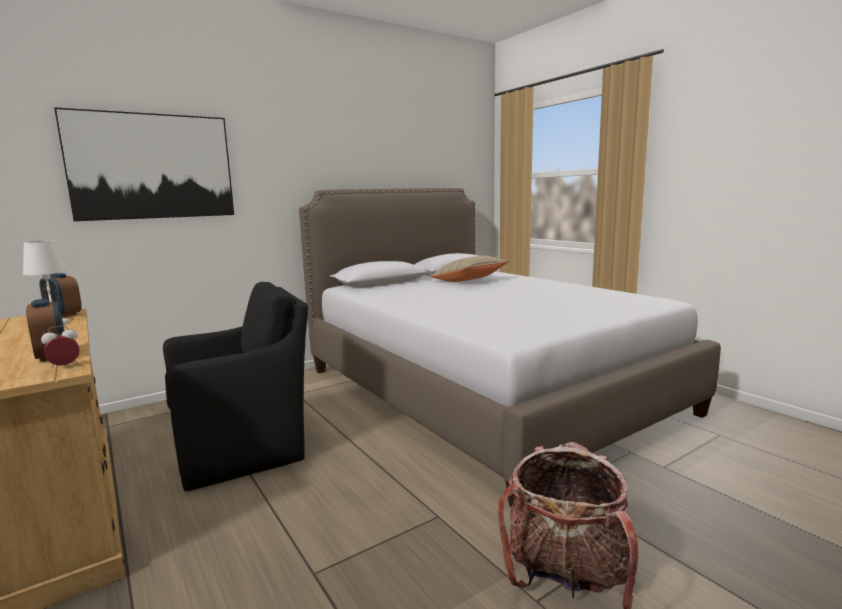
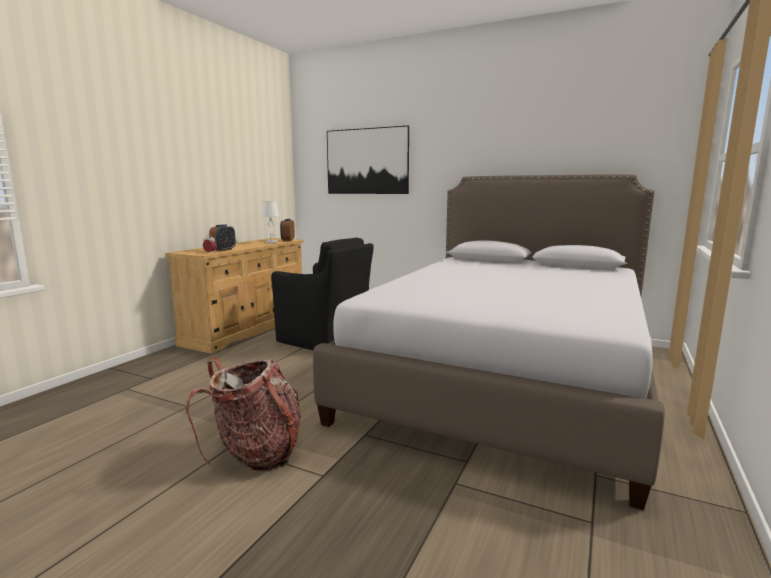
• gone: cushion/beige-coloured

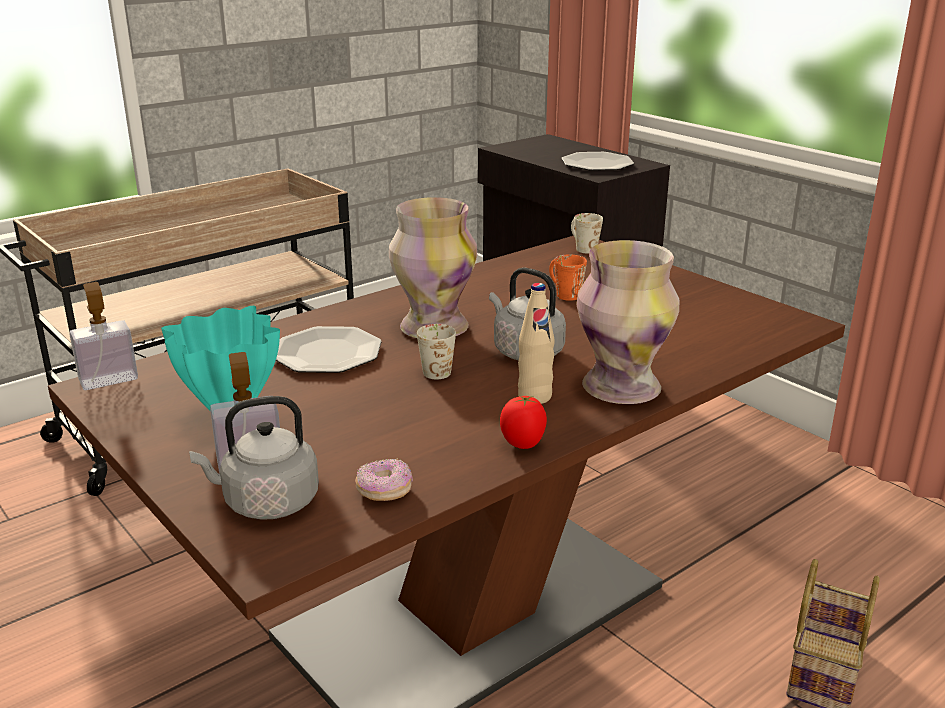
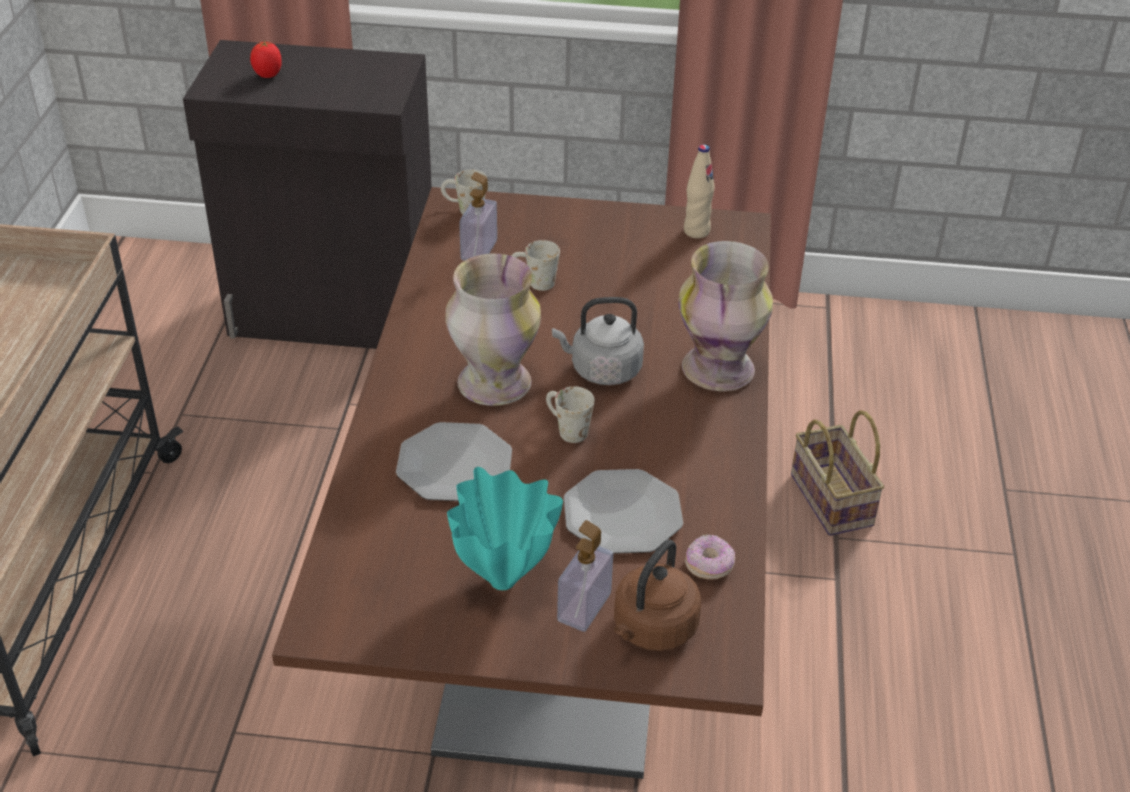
• shifted: soap dispenser (no. 1 from left)
• repainted: tea kettle/gray (no. 1 from left) to tea kettle/brown-coloured
• shifted: whole tomato
• shifted: bottle/beige-coloured
• repainted: coffee mug/orangey to coffee mug/white (no. 2 from left)
• shifted: flat dish (no. 2 from left)

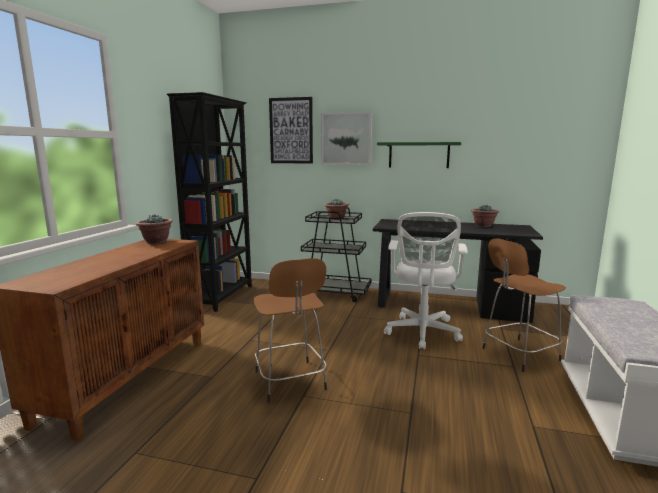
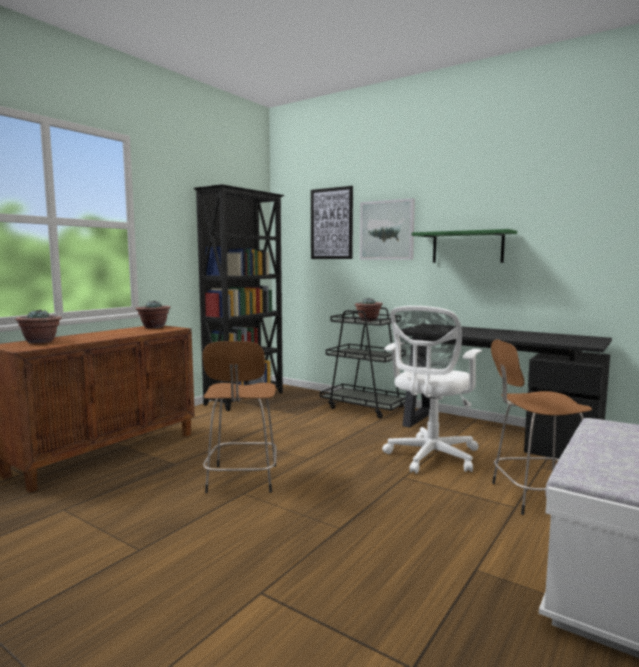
• shifted: plant in a pot (no. 3 from left in the first image) to plant in a pot (no. 1 from left)

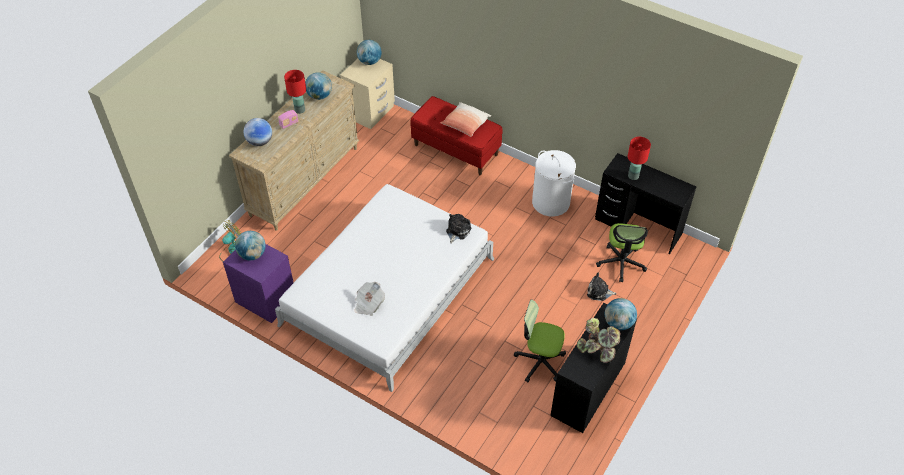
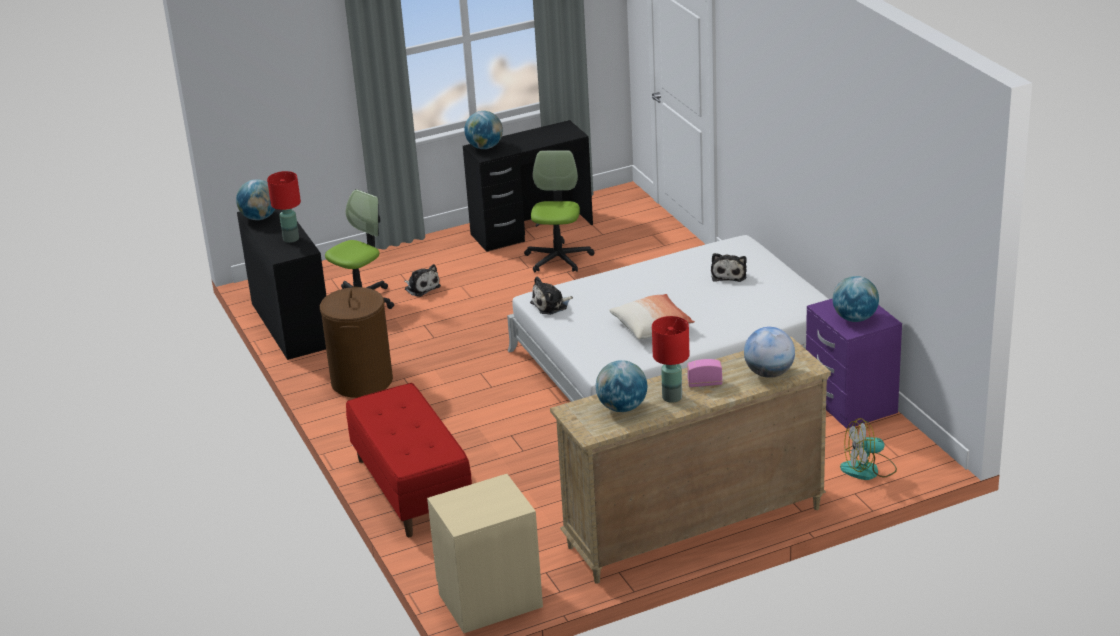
• swapped: newspaper to plush toy (no. 3 from left)
• shifted: globe (no. 4 from left in the first image) to globe (no. 1 from left)
• shifted: cushion
• rotated: desk chair (no. 1 from left in the first image) 135 degrees counterclockwise
• repainted: hamper/white to hamper/brown-coloured
• gone: plant in a pot

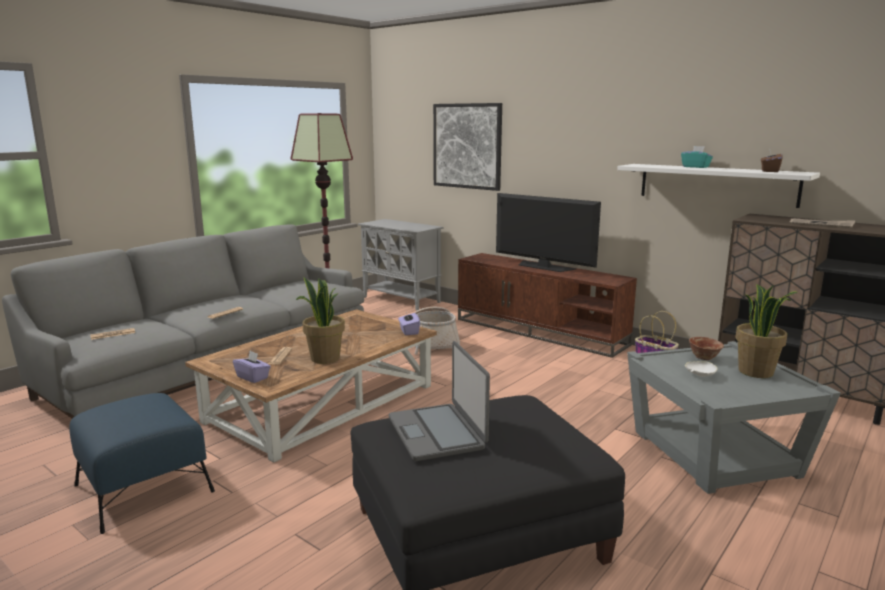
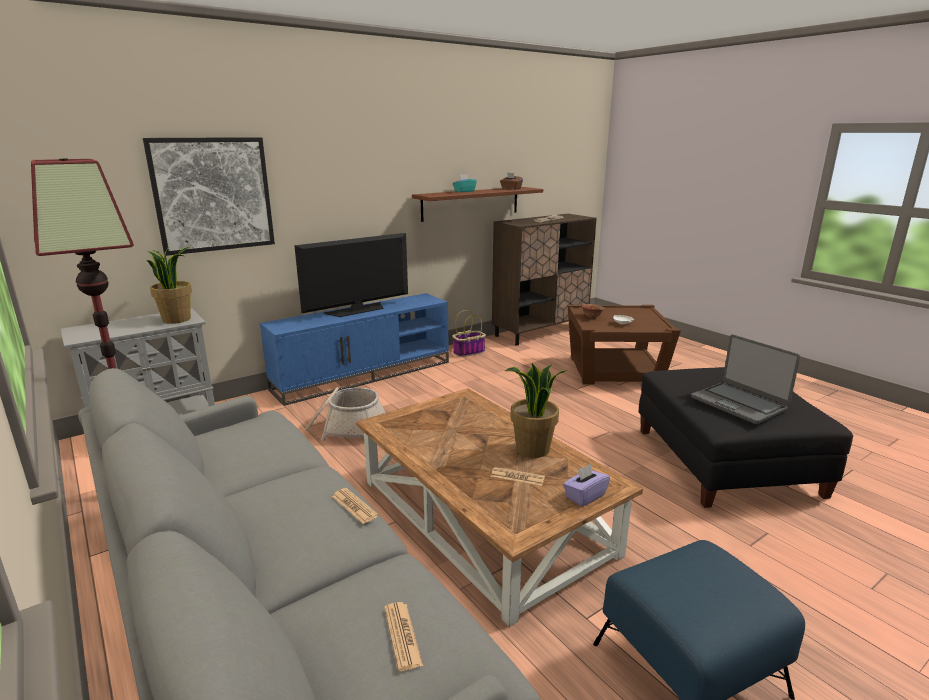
• rotated: portable computer 60 degrees clockwise
• gone: tissue holder/purple-coloured (no. 2 from left)
• repainted: tv unit/brown-coloured to tv unit/bluish
• repainted: shelf/white to shelf/brown-coloured
• repainted: accent table/gray to accent table/brown-coloured
• shifted: plant in a pot (no. 2 from left in the first image) to plant in a pot (no. 1 from left)

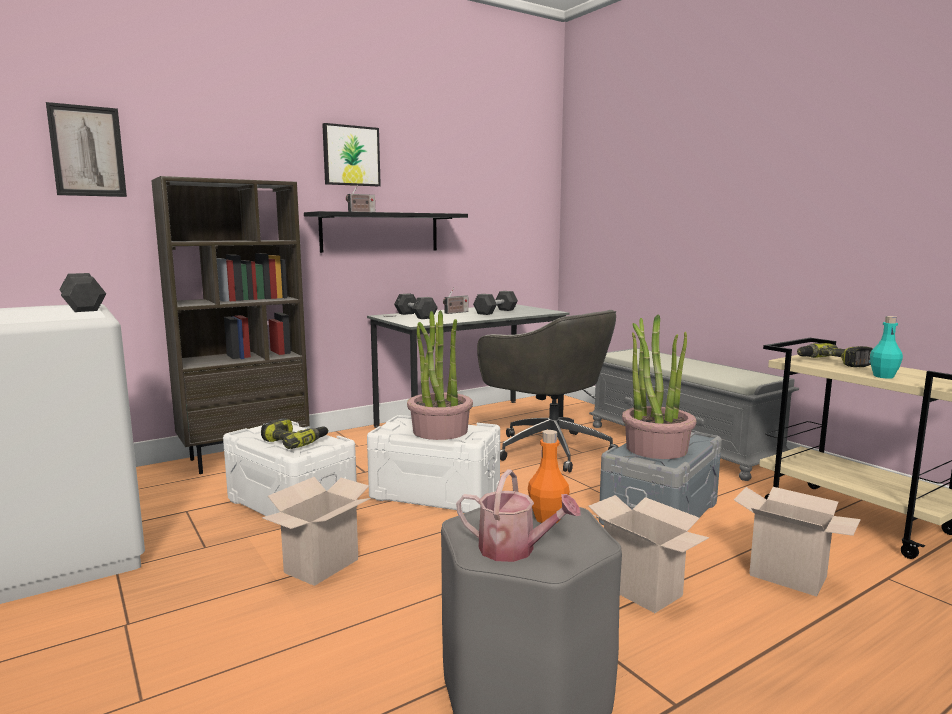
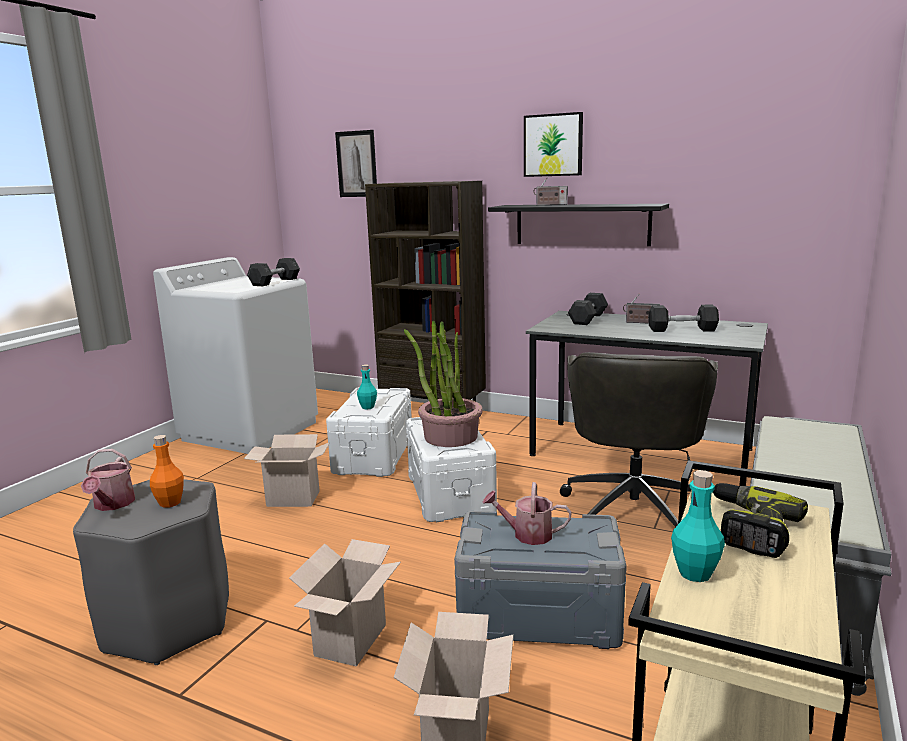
• swapped: power drill (no. 1 from left) to bottle/turquoise-coloured (no. 1 from left)
• swapped: plant in a pot (no. 2 from left) to sprinkling can (no. 2 from left)

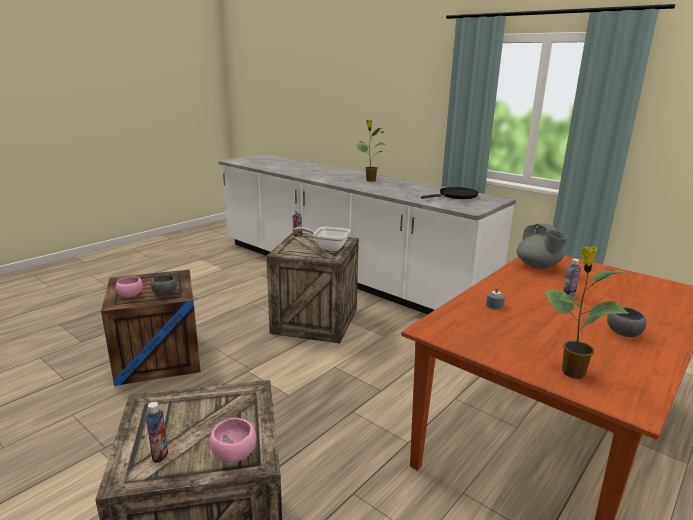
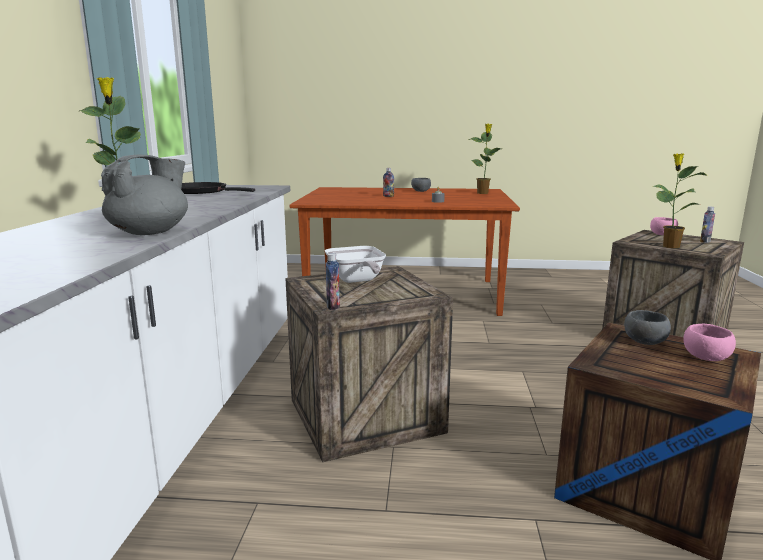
• shifted: tea pot/gray
• new: plant in a pot (no. 3 from left)

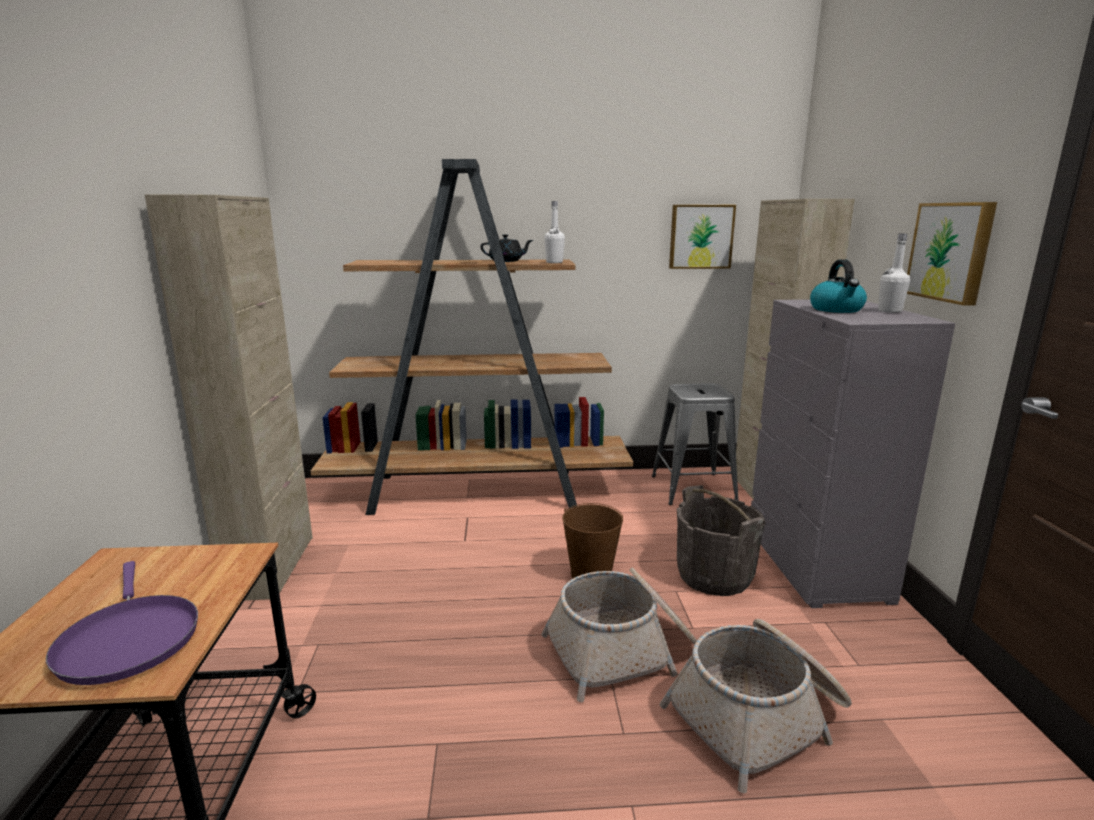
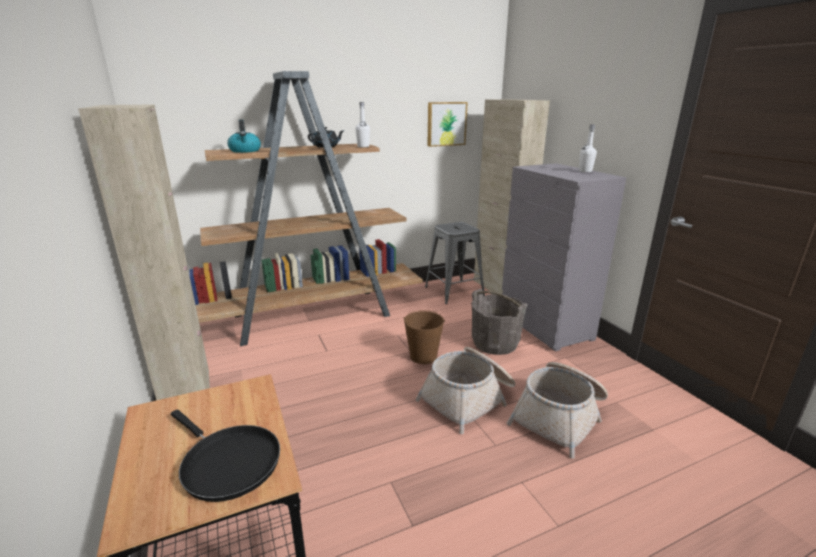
• repainted: frying pan/purple-coloured to frying pan/black-coloured
• shifted: tea kettle
• gone: wall picture (no. 2 from left)

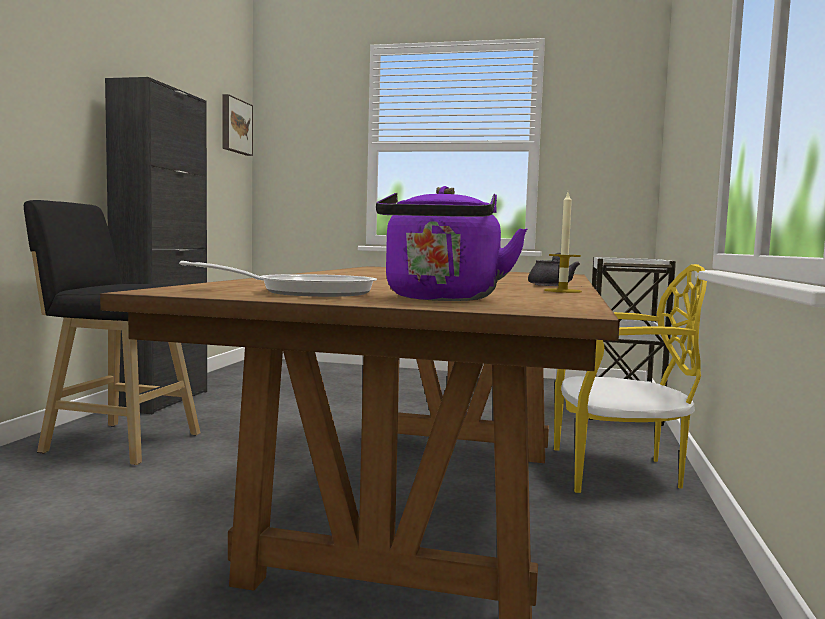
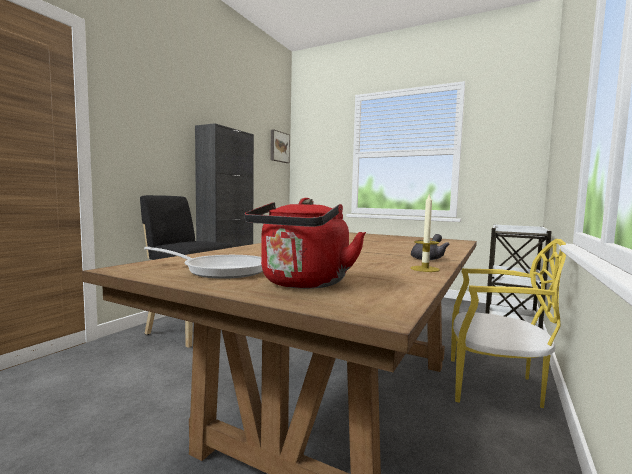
• repainted: tea kettle/purple-coloured to tea kettle/red

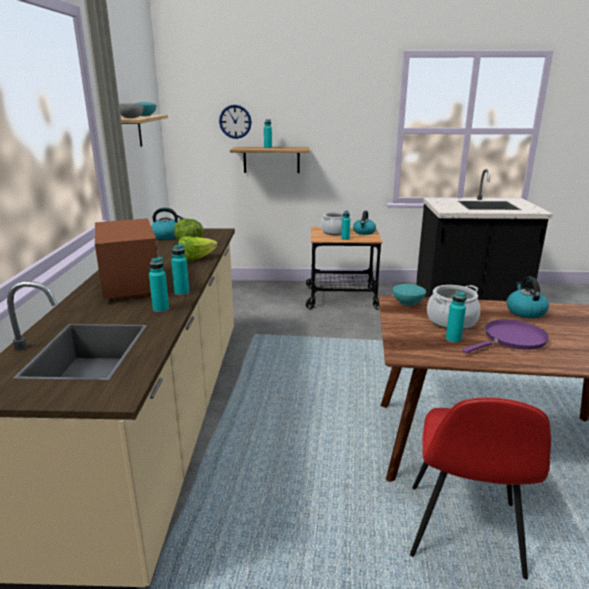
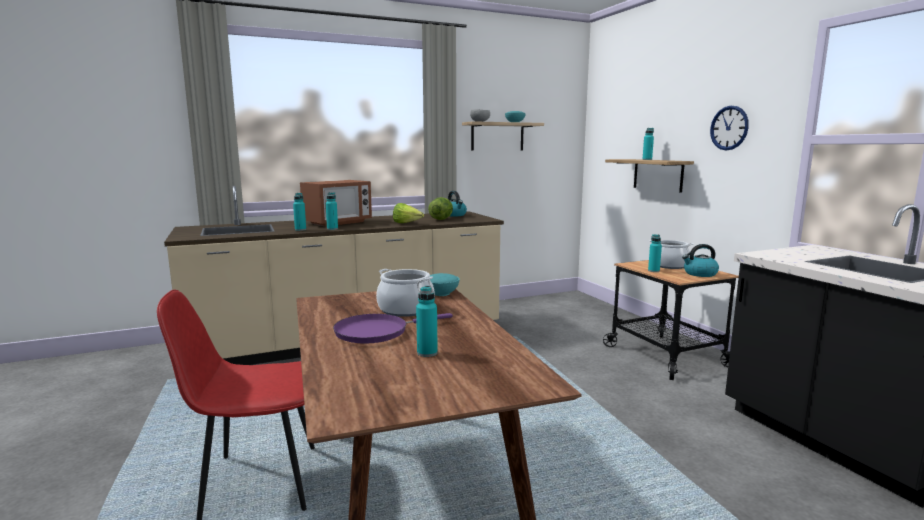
• shifted: clock on the wall
• shifted: bottle/turquoise-coloured (no. 5 from left in the first image) to bottle/turquoise-coloured (no. 3 from left)
• rotated: frying pan/purple-coloured 120 degrees clockwise
• gone: tea kettle (no. 3 from left)

